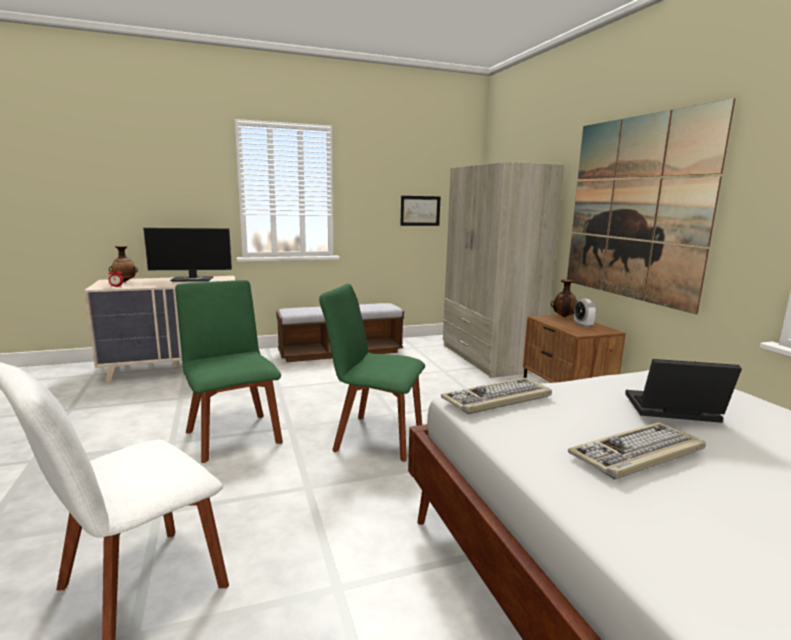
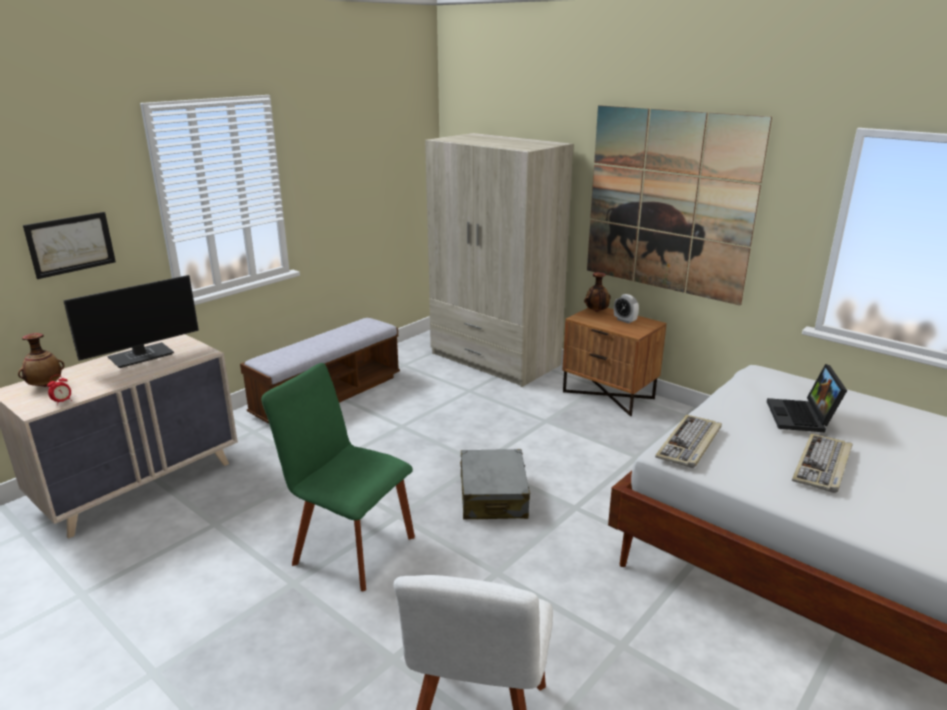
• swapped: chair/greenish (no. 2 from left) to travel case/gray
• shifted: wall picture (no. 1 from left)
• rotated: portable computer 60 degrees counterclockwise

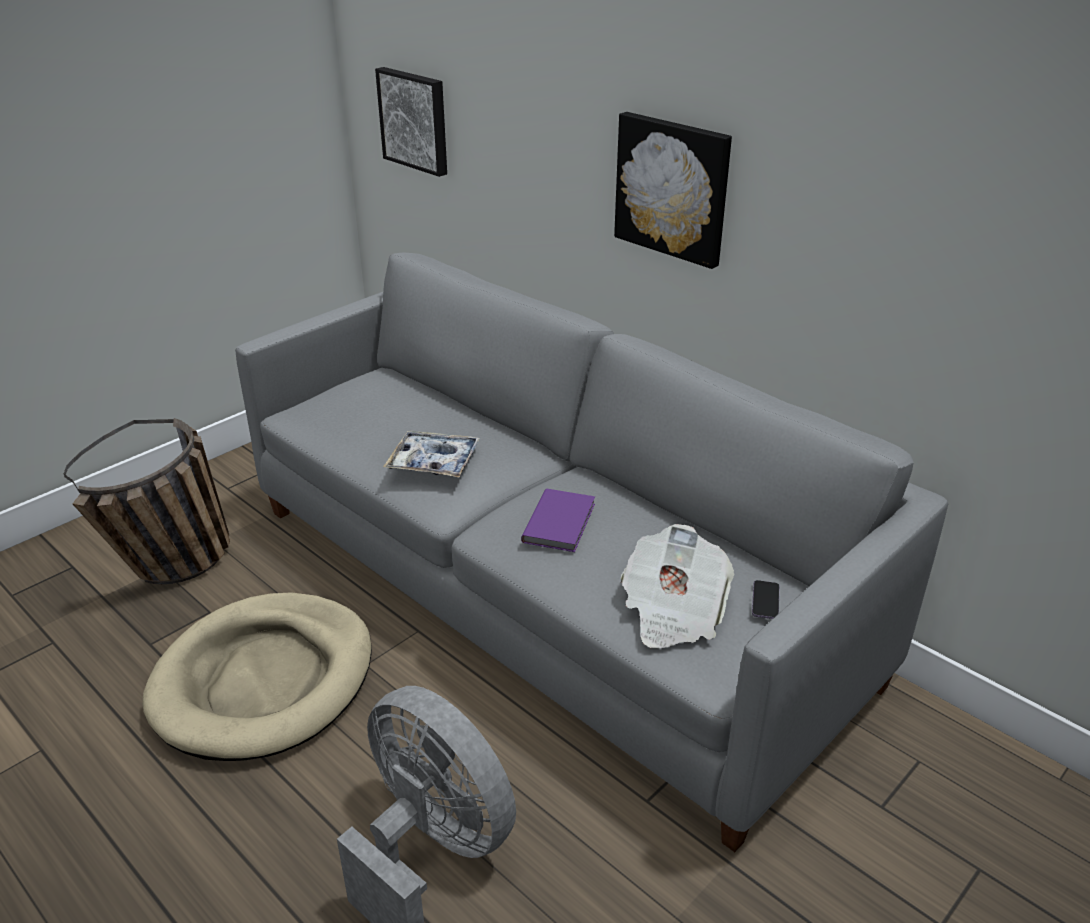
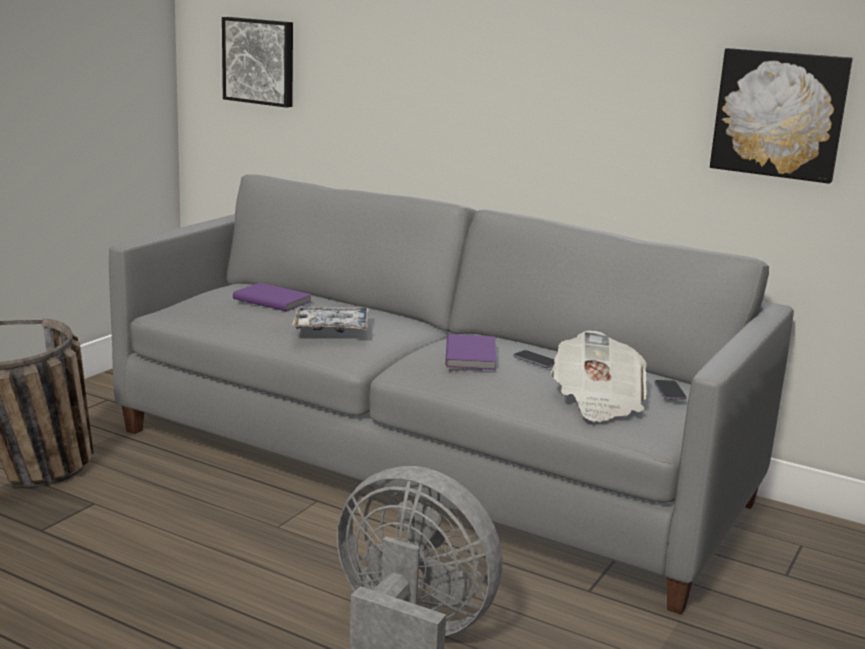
• gone: dog bed/beige-coloured
• shifted: wall picture (no. 2 from left)
• new: bound book/purple-coloured (no. 1 from left)
• new: telephone (no. 1 from left)

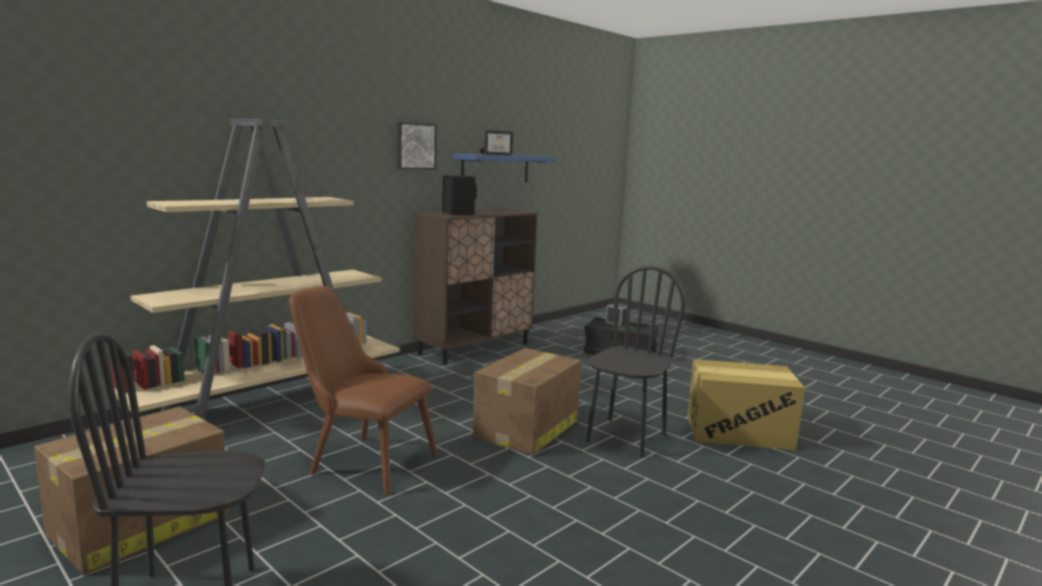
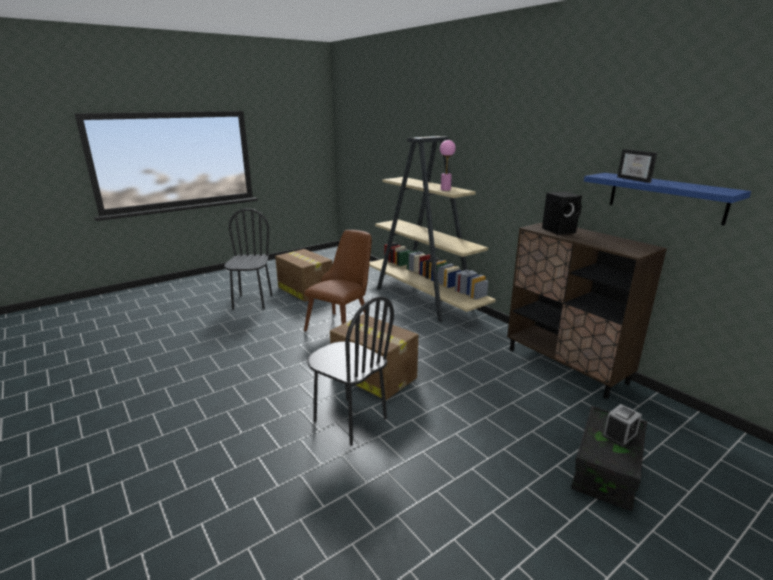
• gone: wall picture
• gone: carton (no. 3 from left)
• new: lamp for a table/pinkish

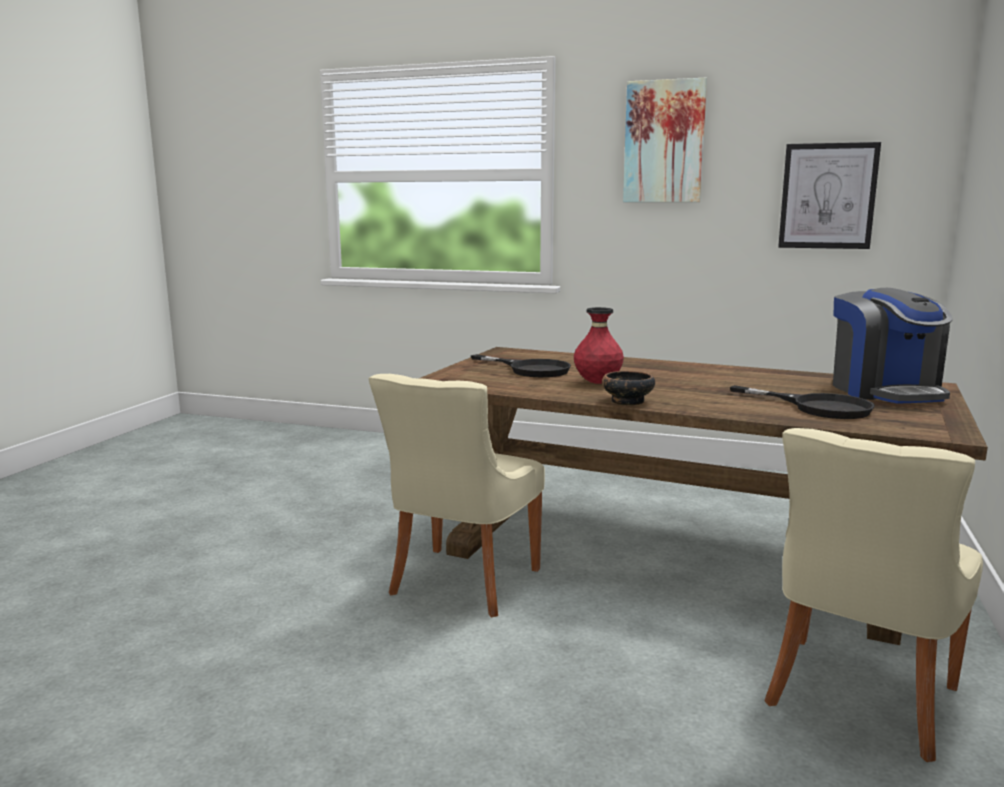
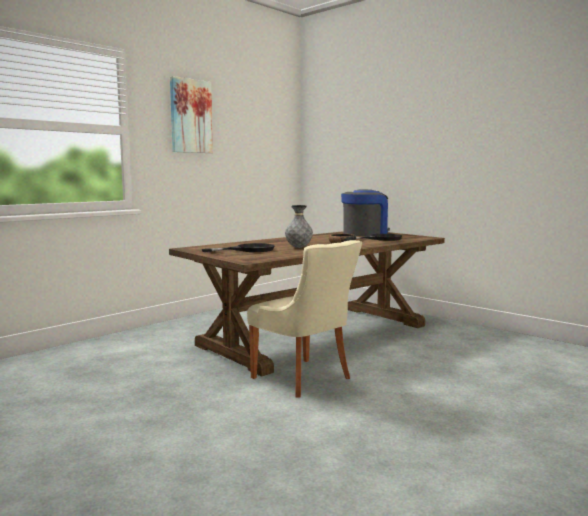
• repainted: vase/red to vase/gray
• gone: chair/beige-coloured (no. 2 from left)
• gone: wall picture (no. 2 from left)
• rotated: coffee machine 60 degrees counterclockwise

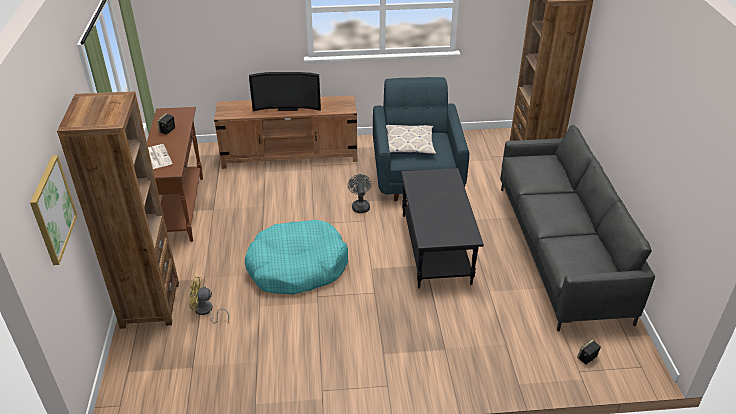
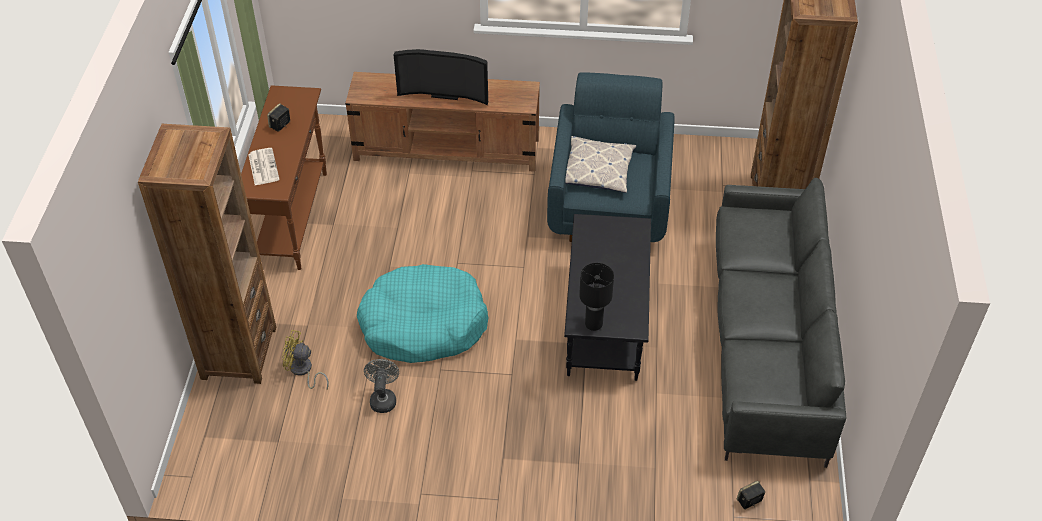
• gone: wall picture
• shifted: electric fan/gray
• new: lamp for a table/black-coloured

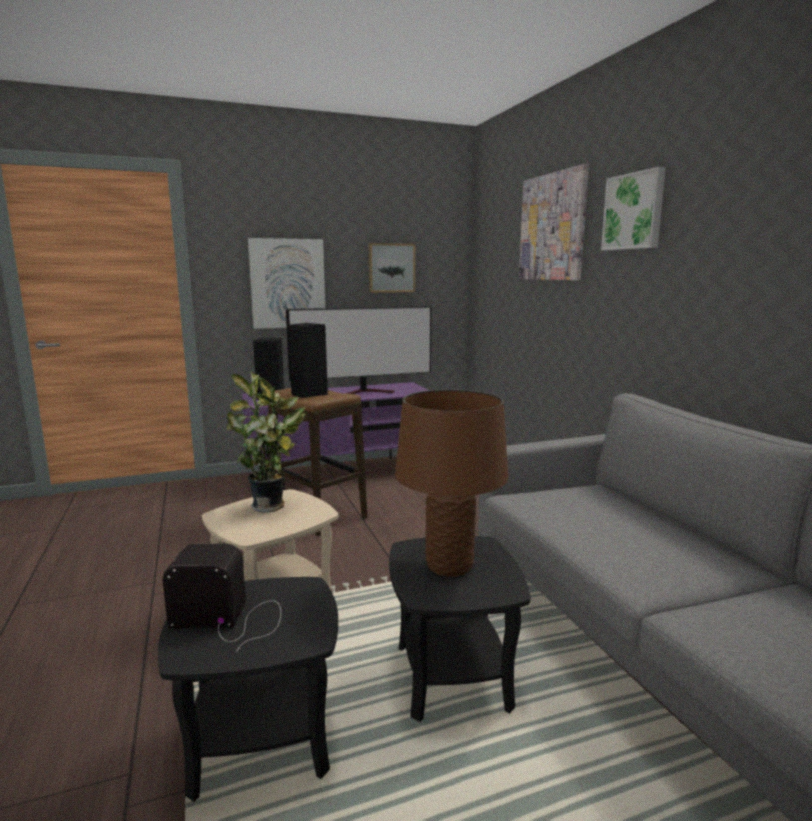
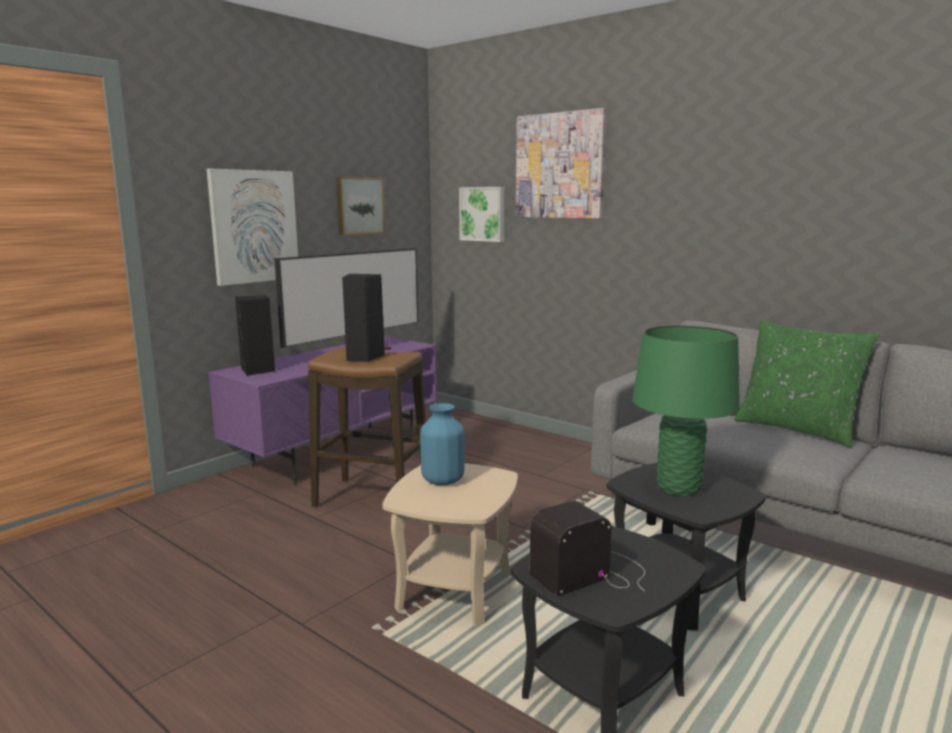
• swapped: plant in a pot to vase/bluish
• repainted: lamp for a table/brown-coloured to lamp for a table/greenish
• shifted: wall picture (no. 4 from left in the first image) to wall picture (no. 3 from left)
• new: cushion/greenish

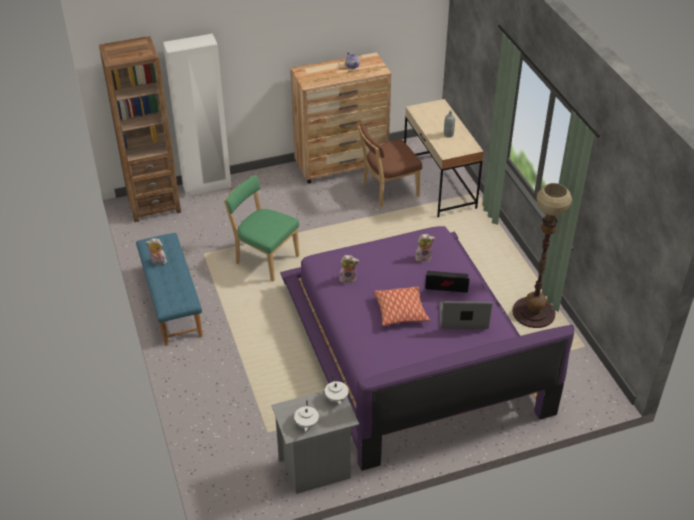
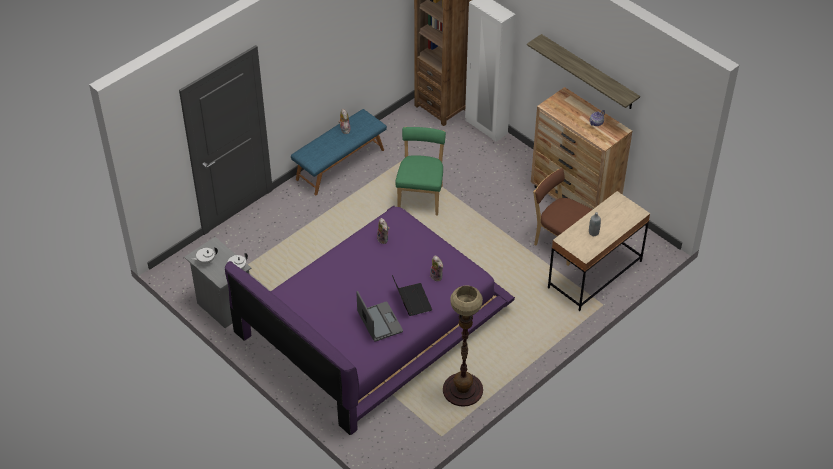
• gone: cushion
• new: shelf

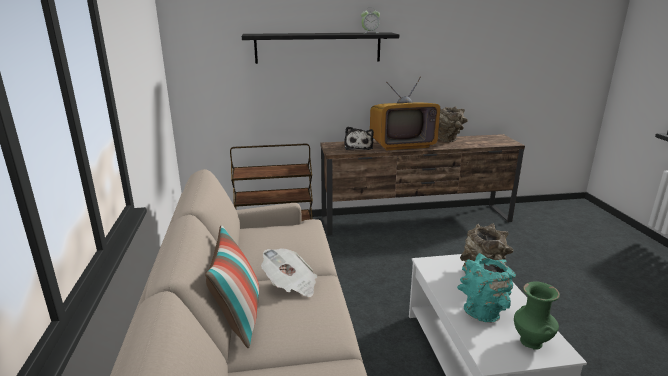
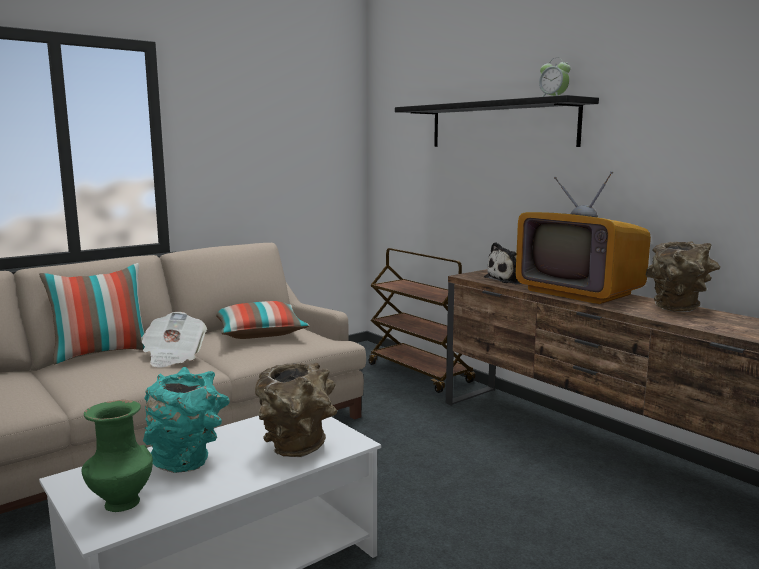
• new: cushion (no. 2 from left)

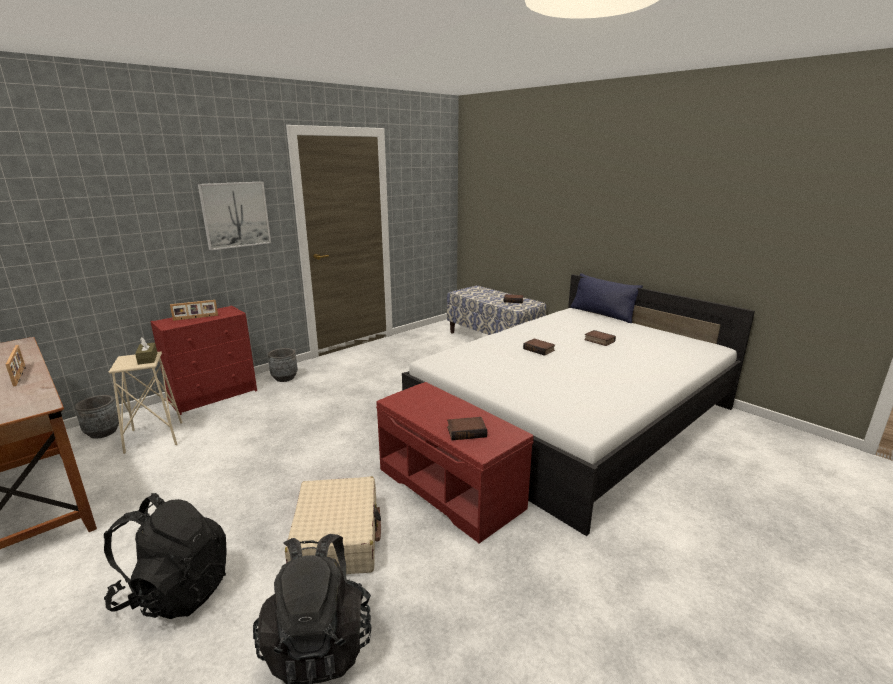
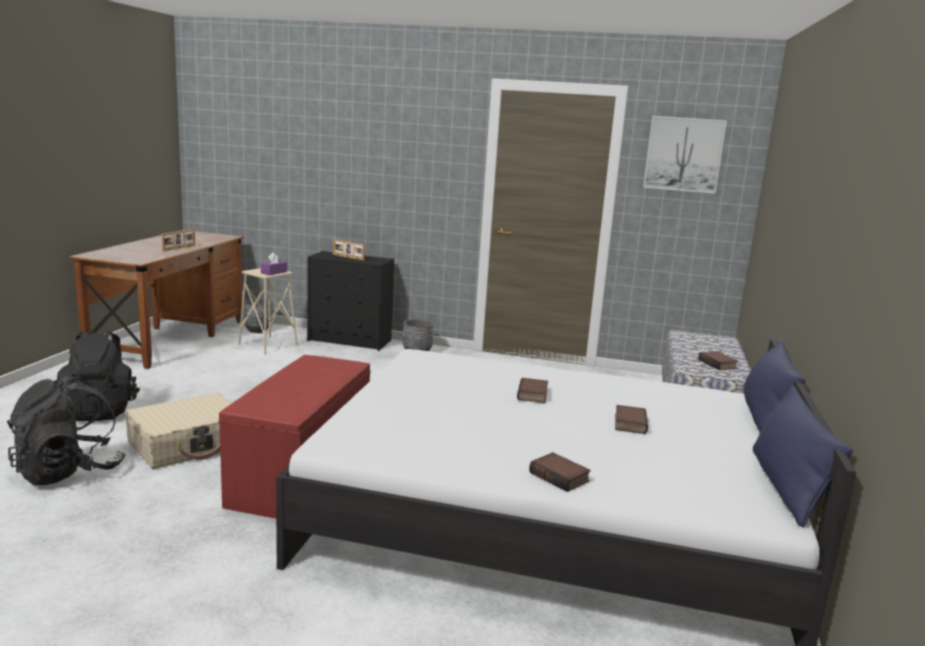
• repainted: tissue holder/brown-coloured to tissue holder/purple-coloured
• repainted: drawer chest/red to drawer chest/black-coloured
• shifted: wall picture
• shifted: bound book (no. 1 from left in the first image) to bound book (no. 2 from left)
• new: cushion/bluish (no. 2 from left)

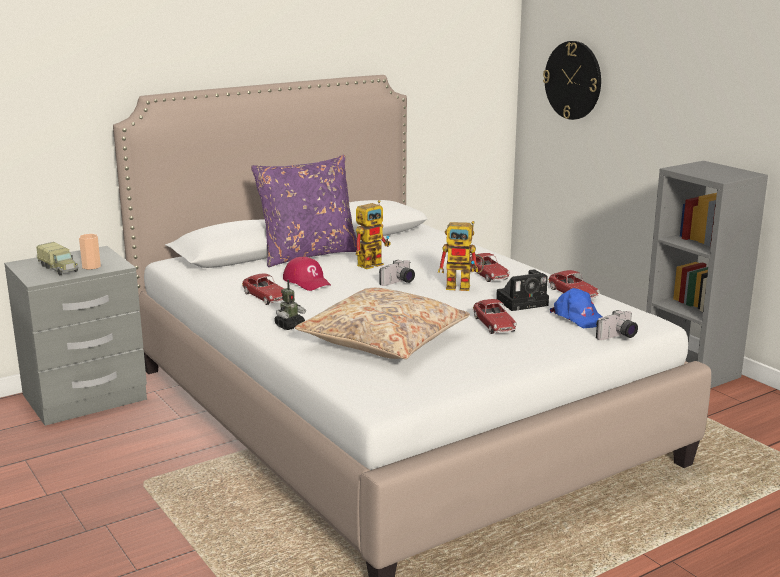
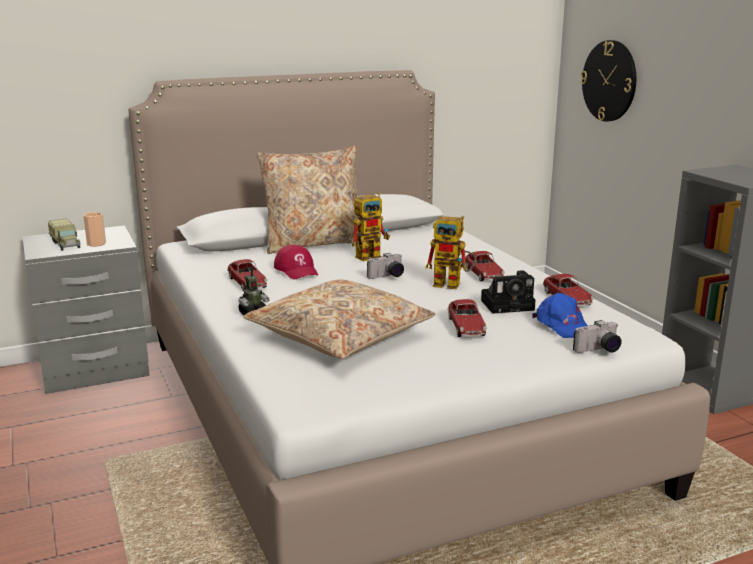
• repainted: cushion/purple-coloured to cushion/beige-coloured (no. 1 from left)

